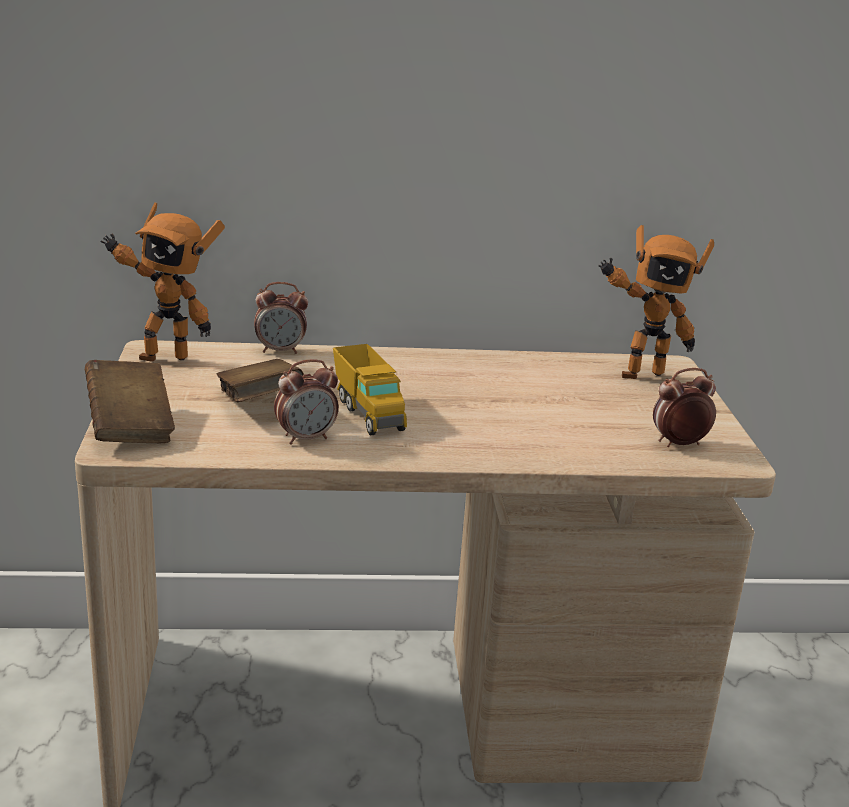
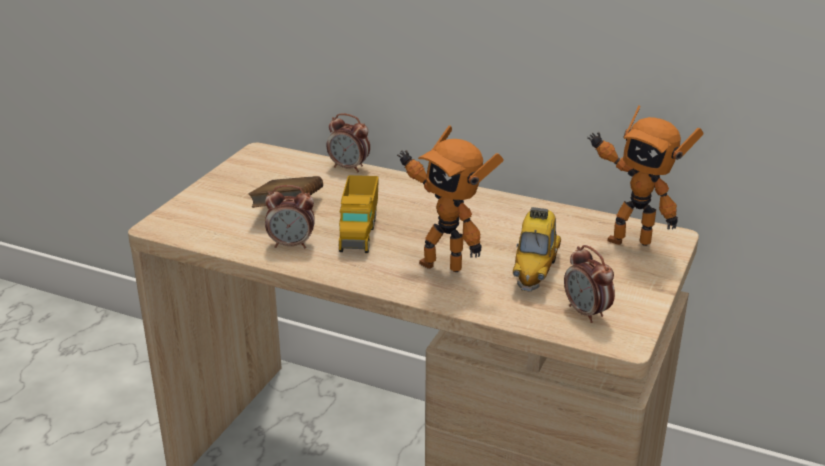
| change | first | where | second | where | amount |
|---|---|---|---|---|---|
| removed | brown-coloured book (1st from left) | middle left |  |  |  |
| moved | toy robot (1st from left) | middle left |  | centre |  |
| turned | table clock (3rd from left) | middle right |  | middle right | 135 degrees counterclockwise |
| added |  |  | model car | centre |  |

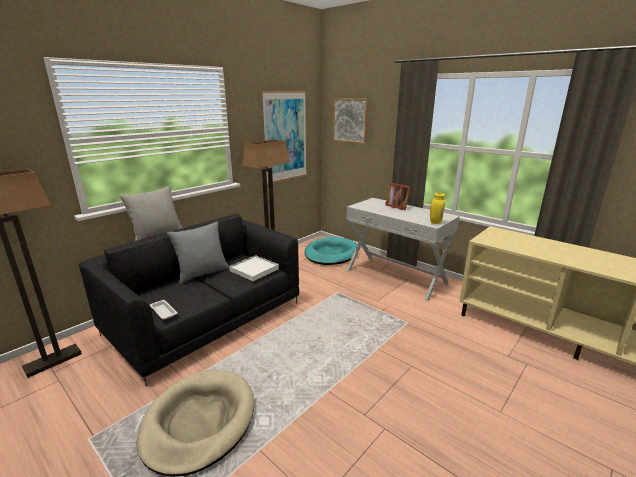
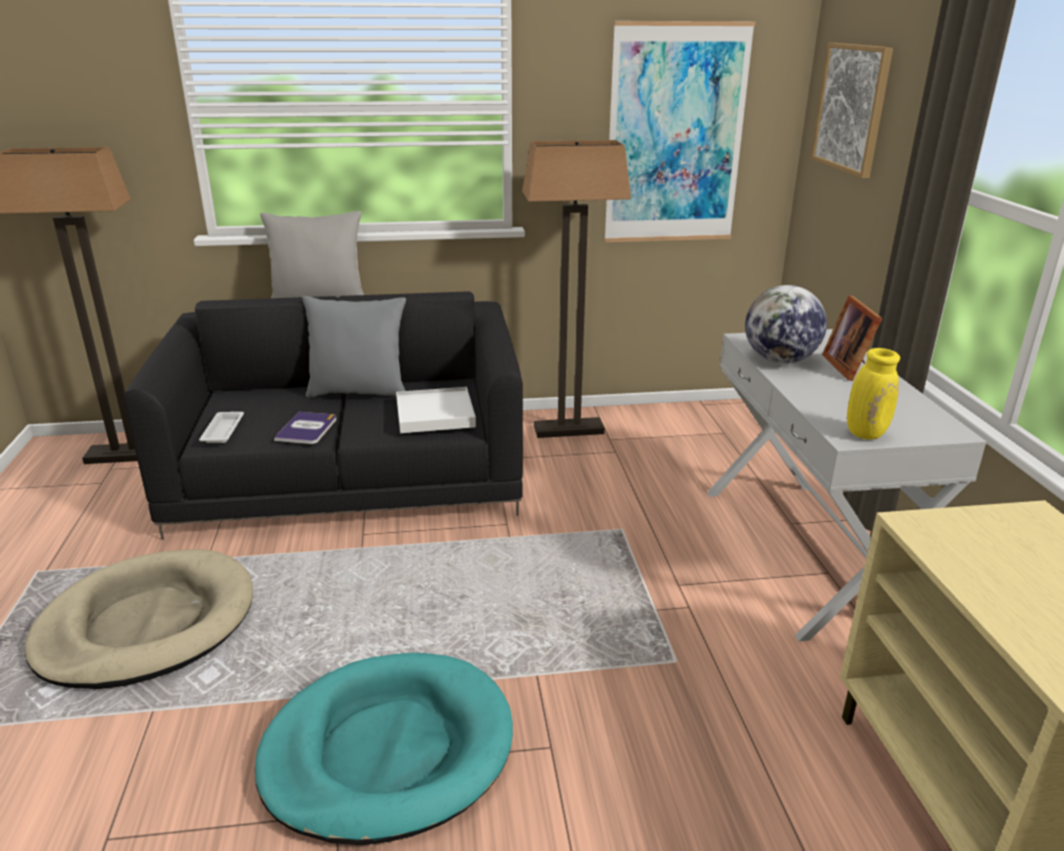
| change | first | where | second | where | amount |
|---|---|---|---|---|---|
| moved | turquoise-coloured pet bed | centre |  | bottom centre |  |
| added |  |  | book | middle left |  |
| added |  |  | desk globe | middle right |  |

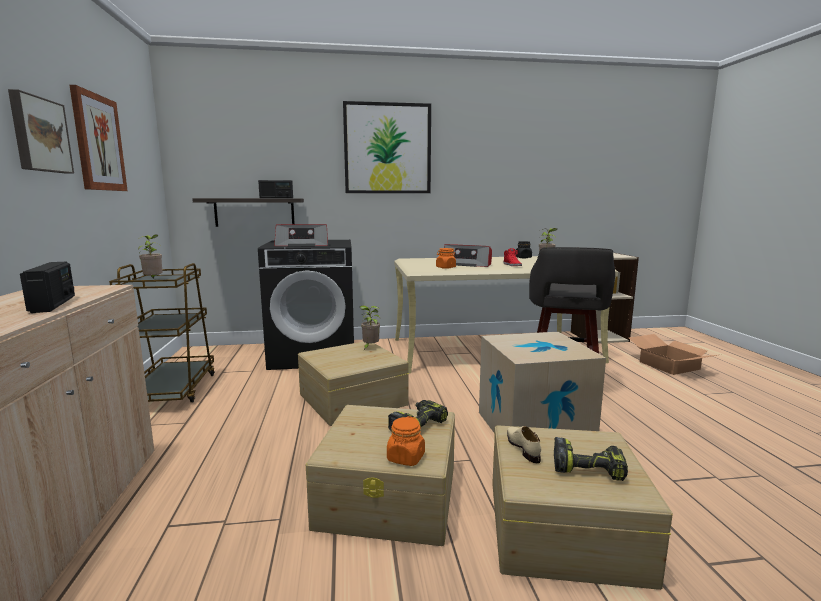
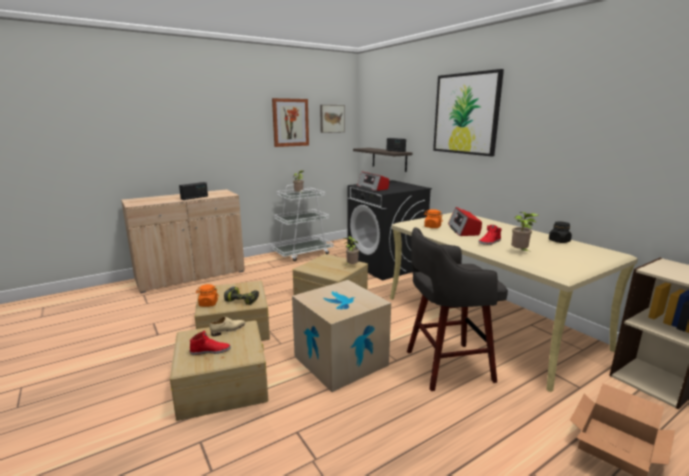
| change | first | where | second | where | amount |
|---|---|---|---|---|---|
| moved | wall picture (1st from left in the first image) | top left | wall picture (2nd from left) | top centre |  |
| recoloured | brown-coloured cart | middle left | whitish cart | centre |  |
| replaced | drill (2nd from left) | bottom right | reddish item of footwear (1st from left) | bottom left |  |

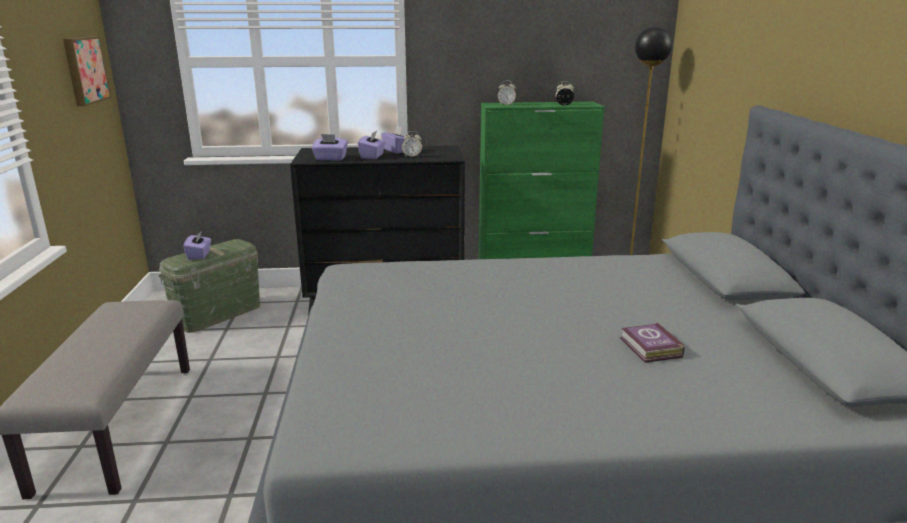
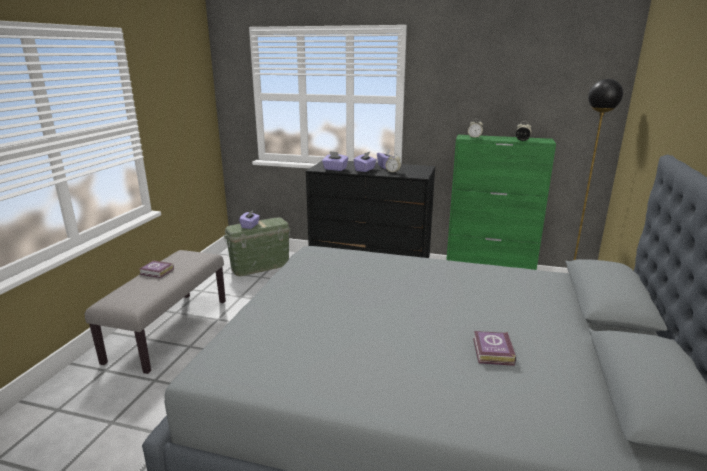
| change | first | where | second | where | amount |
|---|---|---|---|---|---|
| removed | wall picture | top left |  |  |  |
| added |  |  | book (1st from left) | middle left |  |

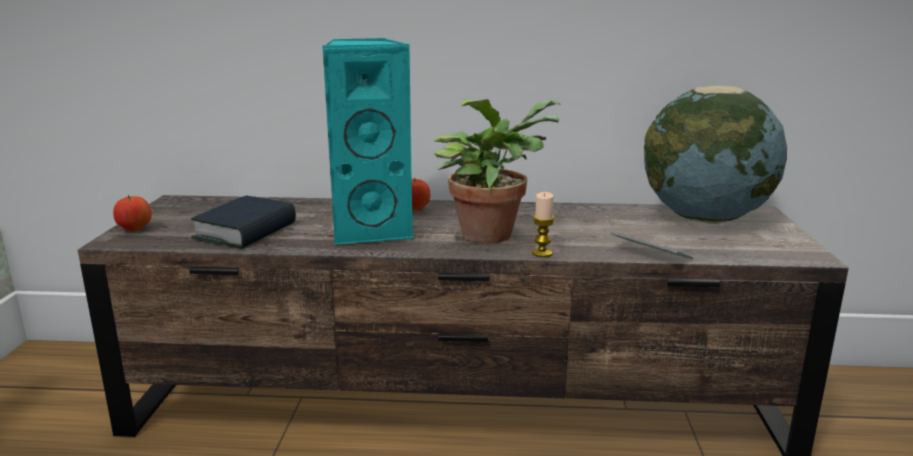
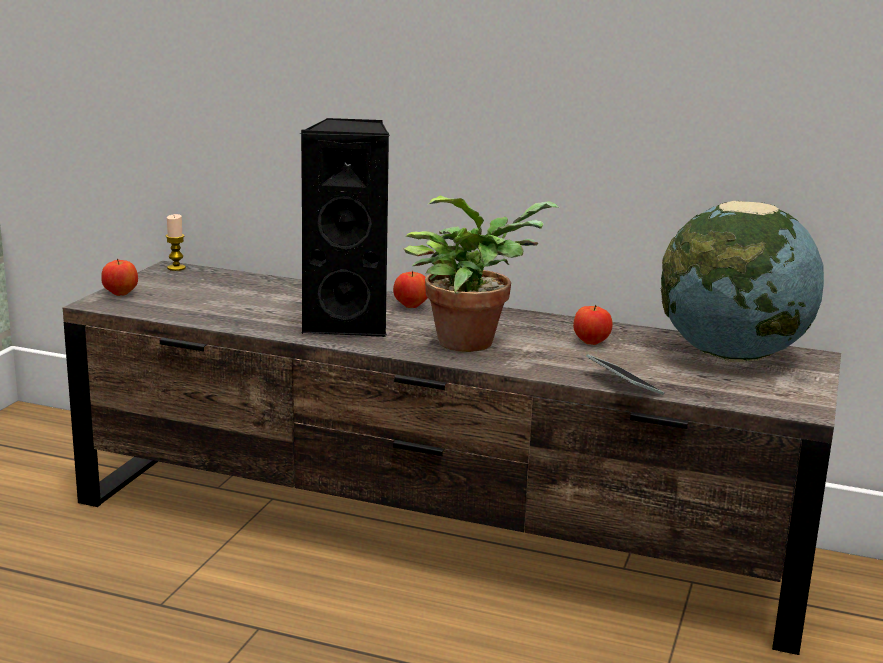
| change | first | where | second | where | amount |
|---|---|---|---|---|---|
| removed | book | middle left |  |  |  |
| recoloured | turquoise-coloured speaker | top centre | black speaker | centre |  |
| moved | wax light | centre |  | middle left |  |
| added |  |  | whole apple (3rd from left) | middle right |  |

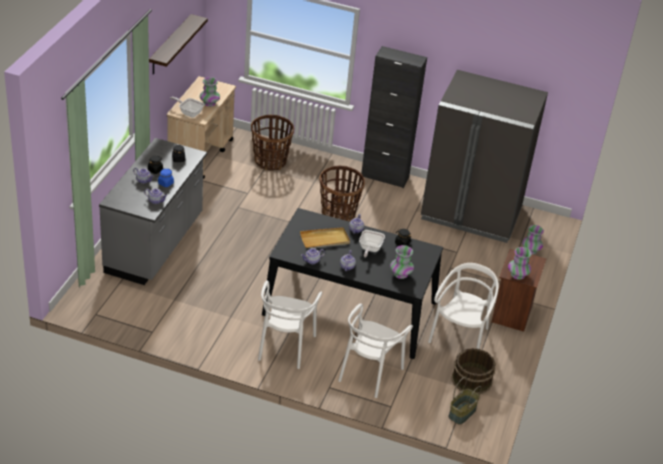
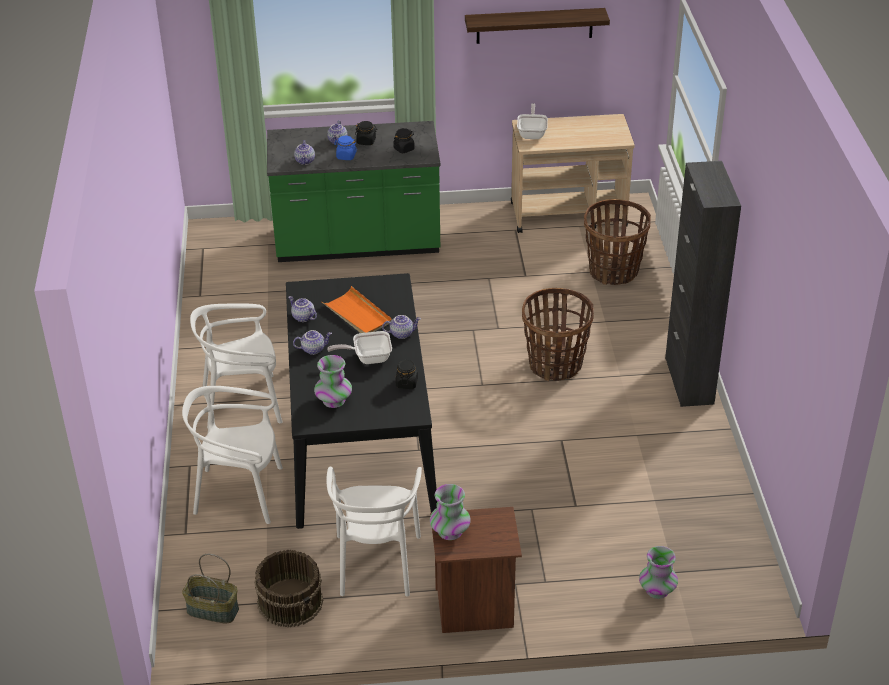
| change | first | where | second | where | amount |
|---|---|---|---|---|---|
| recoloured | grey kitchen counter | middle left | green kitchen counter | top centre |  |
| removed | flower vase (1st from left) | top left |  |  |  |
| recoloured | beige-coloured tray | centre | orangey tray | centre |  |
| removed | grey kitchen fridge | middle right |  |  |  |
| turned | whitish chair (3rd from left) | middle right |  | bottom centre | 90 degrees clockwise |

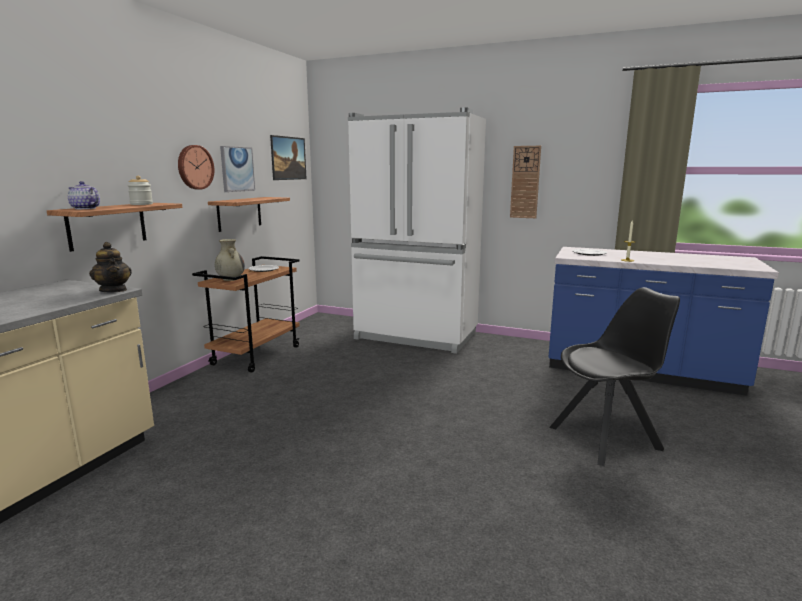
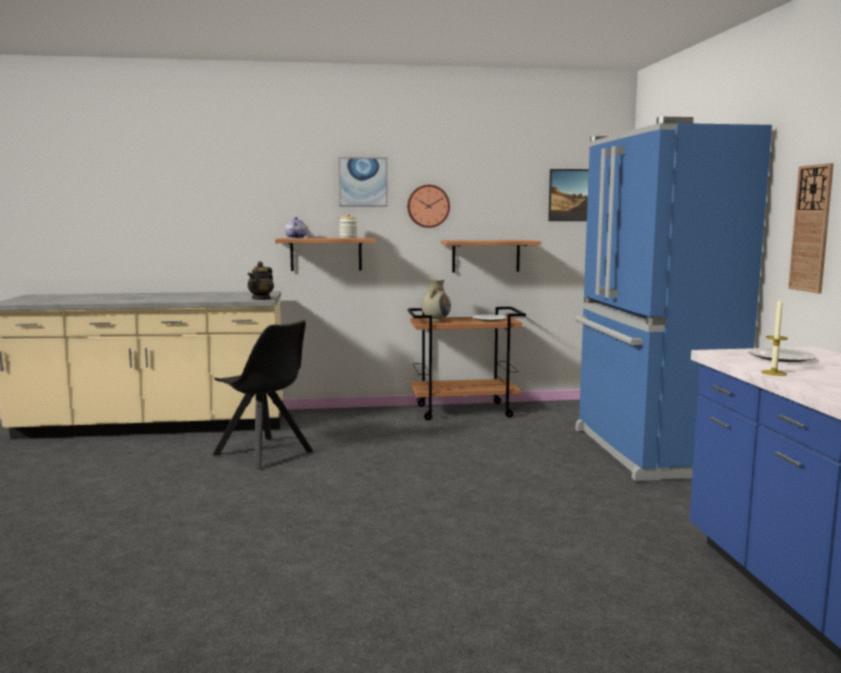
| change | first | where | second | where | amount |
|---|---|---|---|---|---|
| moved | wall picture (1st from left) | top left |  | top centre |  |
| recoloured | whitish kitchen fridge | centre | blue kitchen fridge | middle right |  |
| moved | black chair | middle right |  | middle left |  |

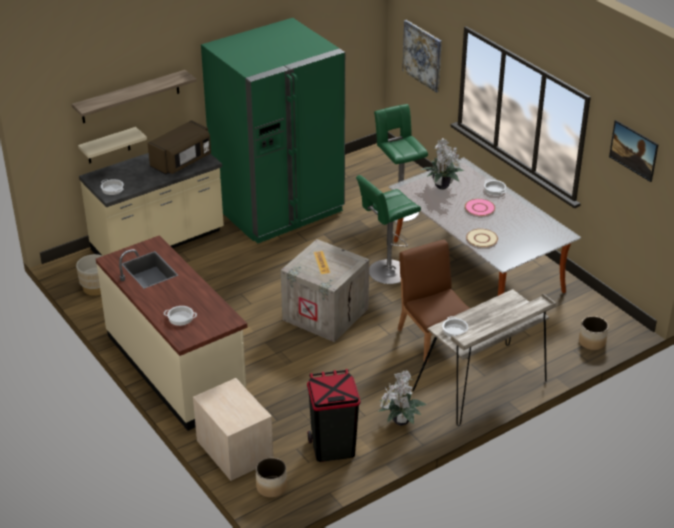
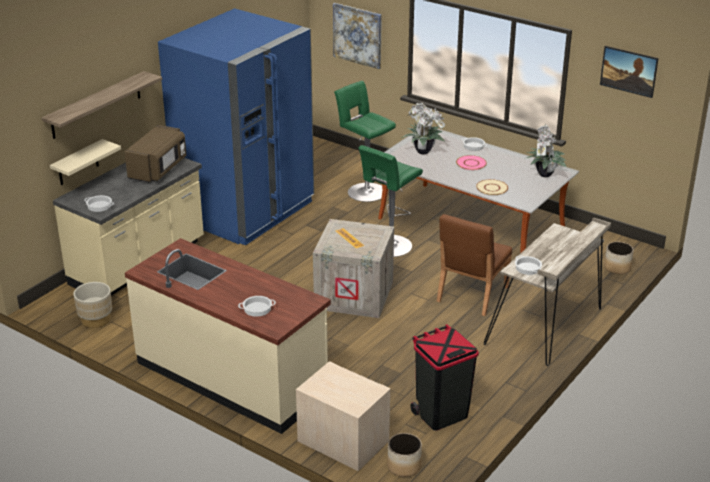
| change | first | where | second | where | amount |
|---|---|---|---|---|---|
| recoloured | green kitchen fridge | top centre | blue kitchen fridge | top left |  |
| moved | potted plant (1st from left in the first image) | bottom centre | potted plant (2nd from left) | top right |  |
| turned | brown-coloured chair | centre |  | middle right | 105 degrees counterclockwise |

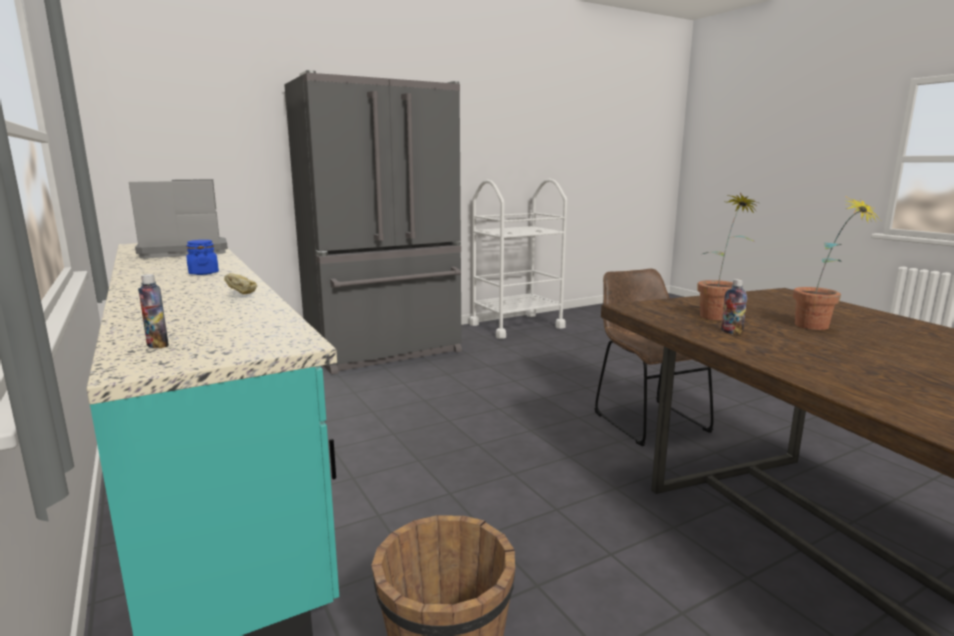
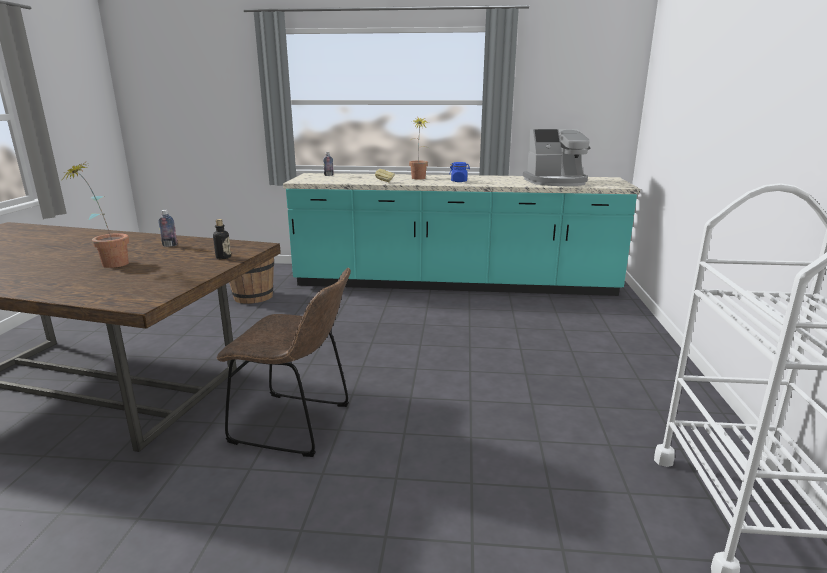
| change | first | where | second | where | amount |
|---|---|---|---|---|---|
| turned | coffee machine | middle left |  | top right | 75 degrees clockwise |
| removed | grey kitchen fridge | centre |  |  |  |
| moved | potted plant (1st from left in the first image) | middle right | potted plant (2nd from left) | top centre |  |
| added |  |  | beverage bottle (2nd from left) | middle left |  |

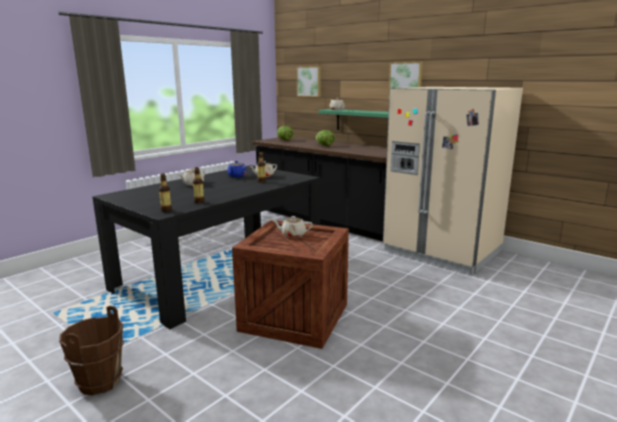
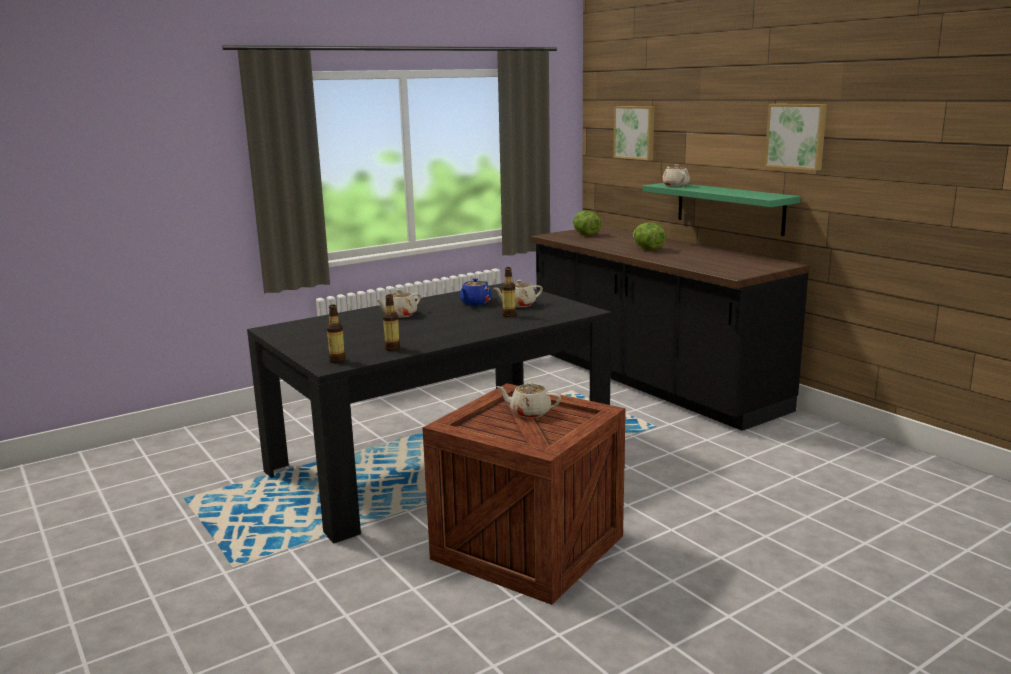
| change | first | where | second | where | amount |
|---|---|---|---|---|---|
| removed | brown-coloured bucket | bottom left |  |  |  |
| removed | beige-coloured kitchen fridge | middle right |  |  |  |

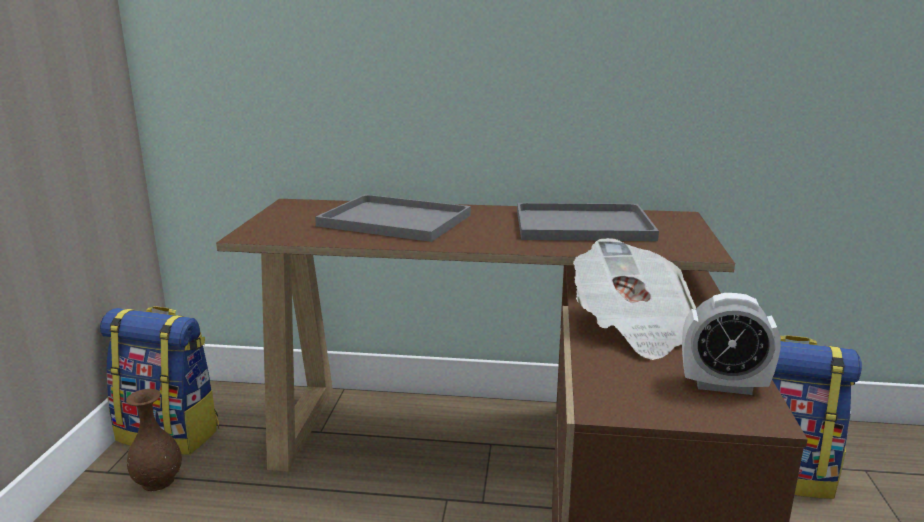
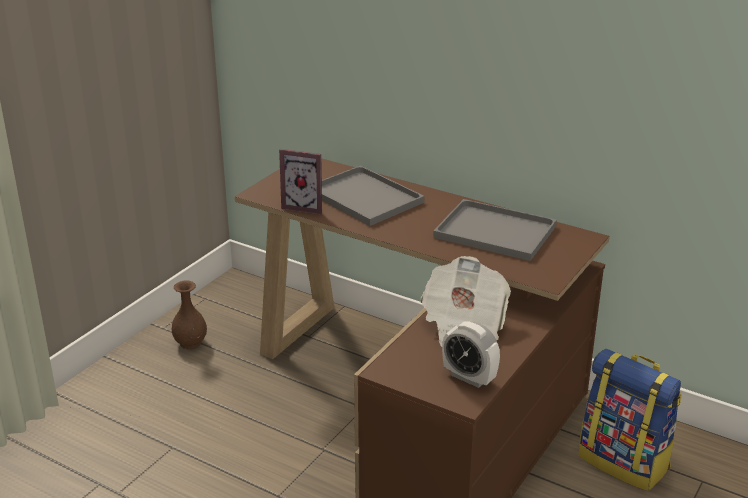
| change | first | where | second | where | amount |
|---|---|---|---|---|---|
| removed | rucksack (1st from left) | bottom left |  |  |  |
| added |  |  | picture frame | centre |  |

